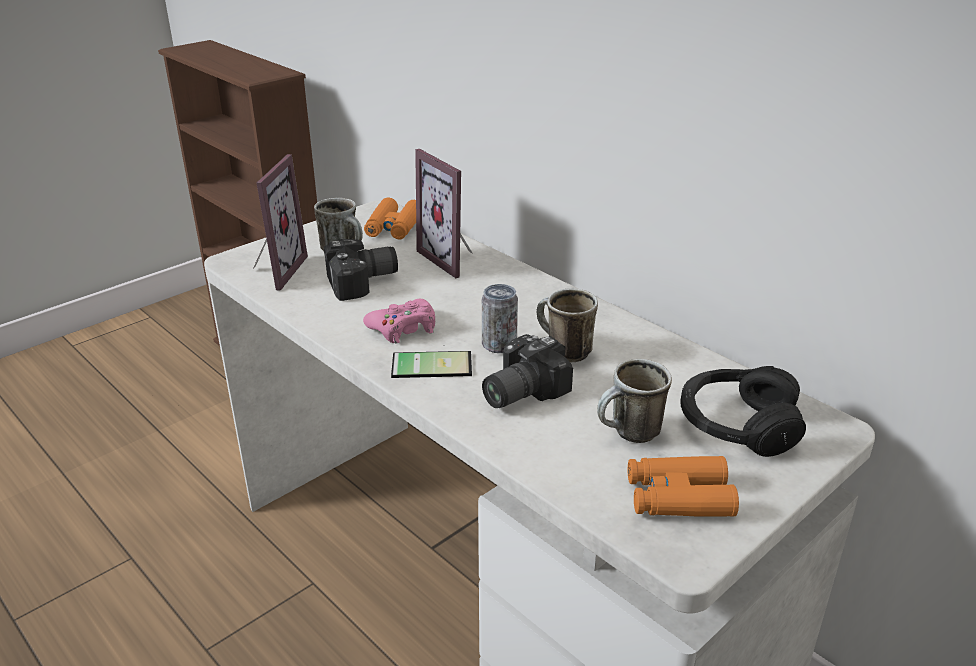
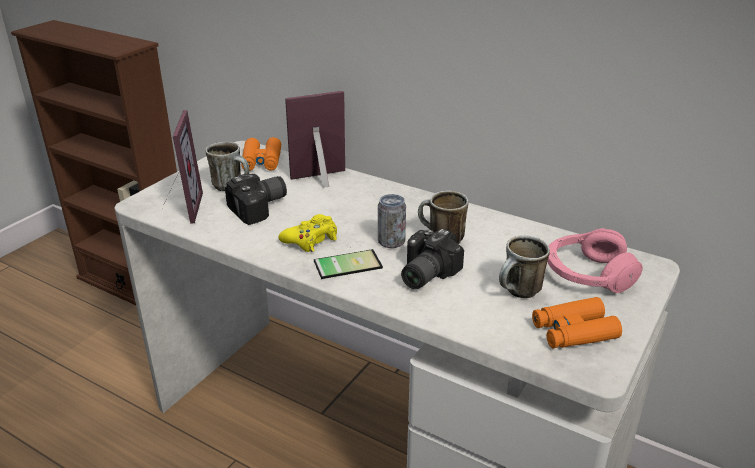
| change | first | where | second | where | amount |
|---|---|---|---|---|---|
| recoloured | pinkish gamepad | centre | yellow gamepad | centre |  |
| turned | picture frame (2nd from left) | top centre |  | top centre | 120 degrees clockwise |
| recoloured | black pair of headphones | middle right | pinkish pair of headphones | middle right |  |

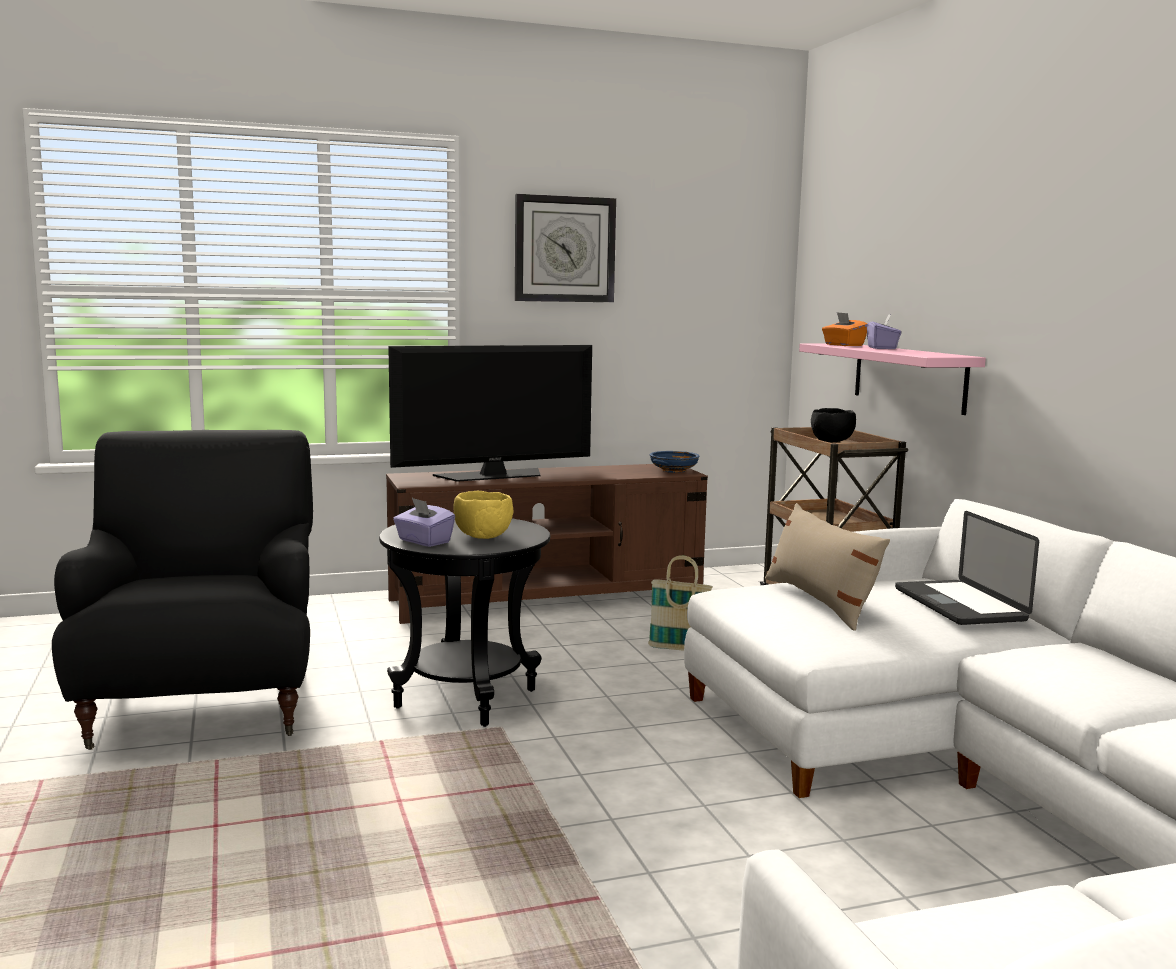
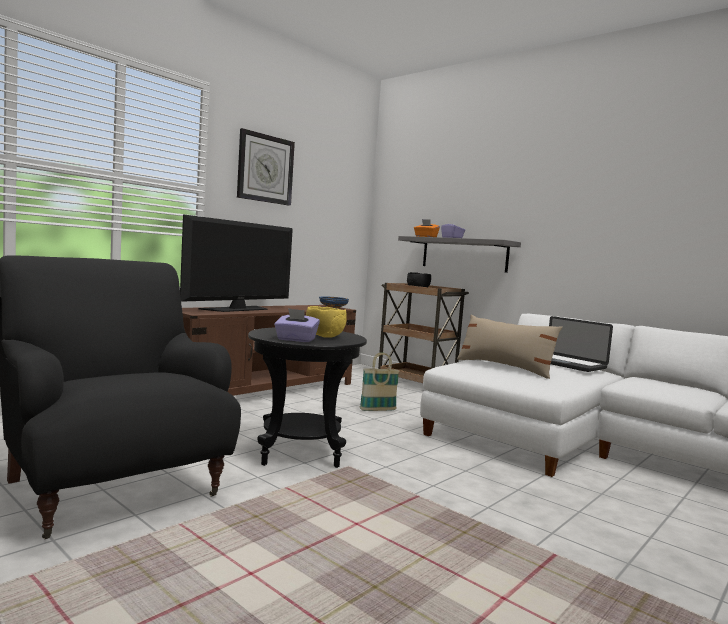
| change | first | where | second | where | amount |
|---|---|---|---|---|---|
| recoloured | pinkish bracket shelf | middle right | grey bracket shelf | centre |  |

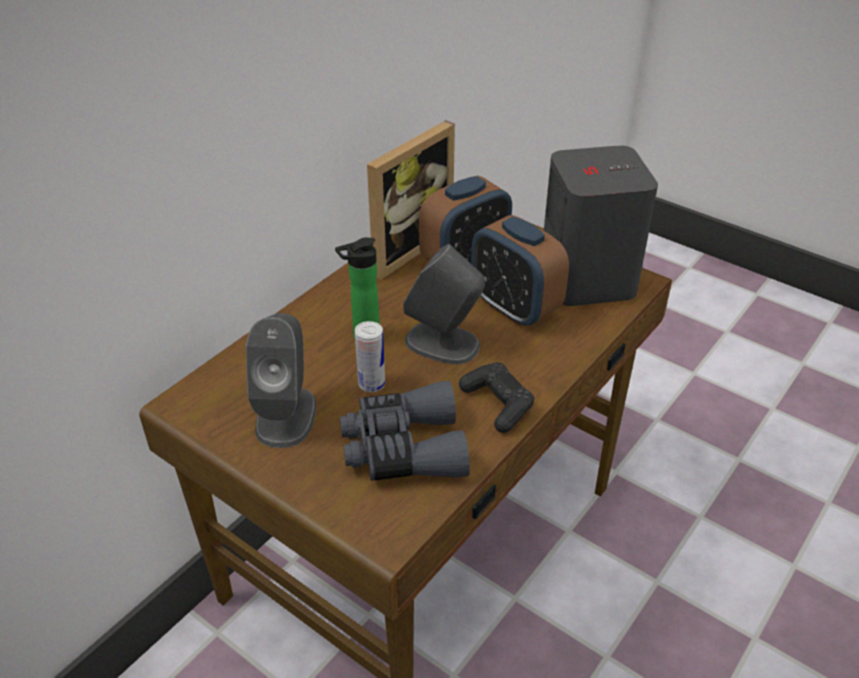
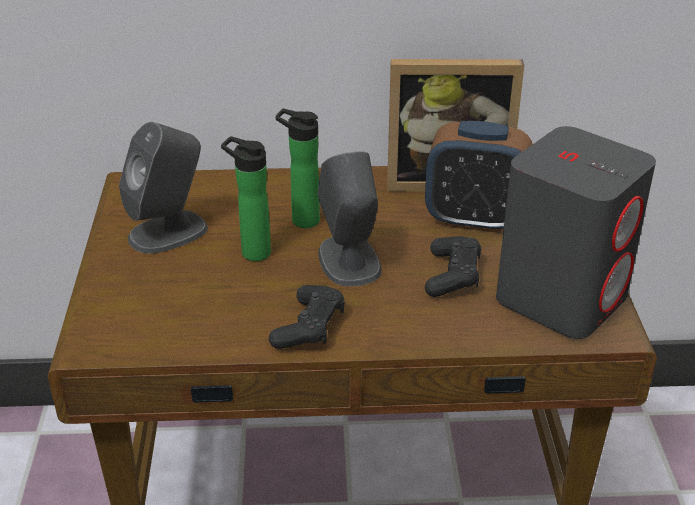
| change | first | where | second | where | amount |
|---|---|---|---|---|---|
| removed | grey binoculars | centre |  |  |  |
| replaced | metal can | centre | beverage bottle (1st from left) | centre |  |
| replaced | table clock (2nd from left) | centre | black gamepad (2nd from left) | centre |  |

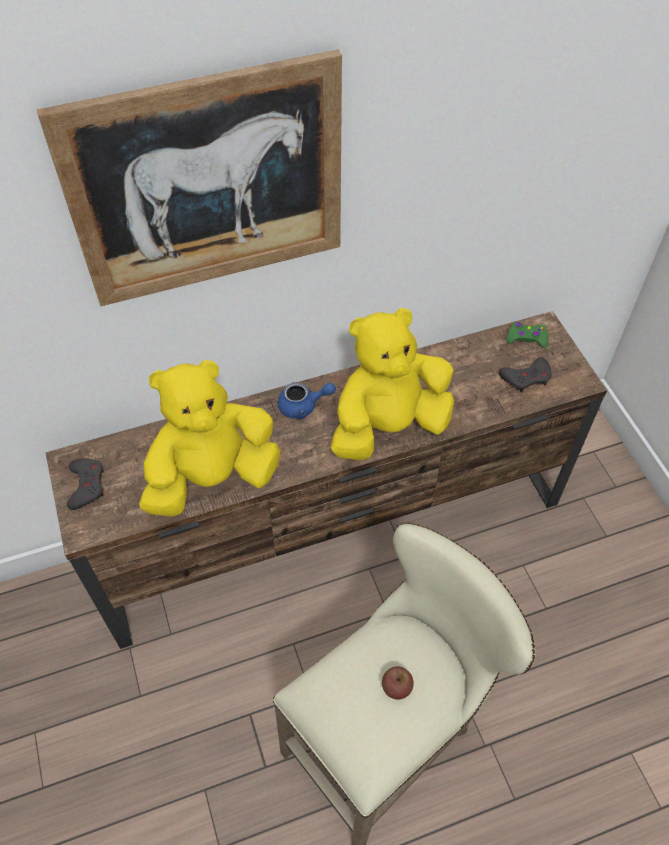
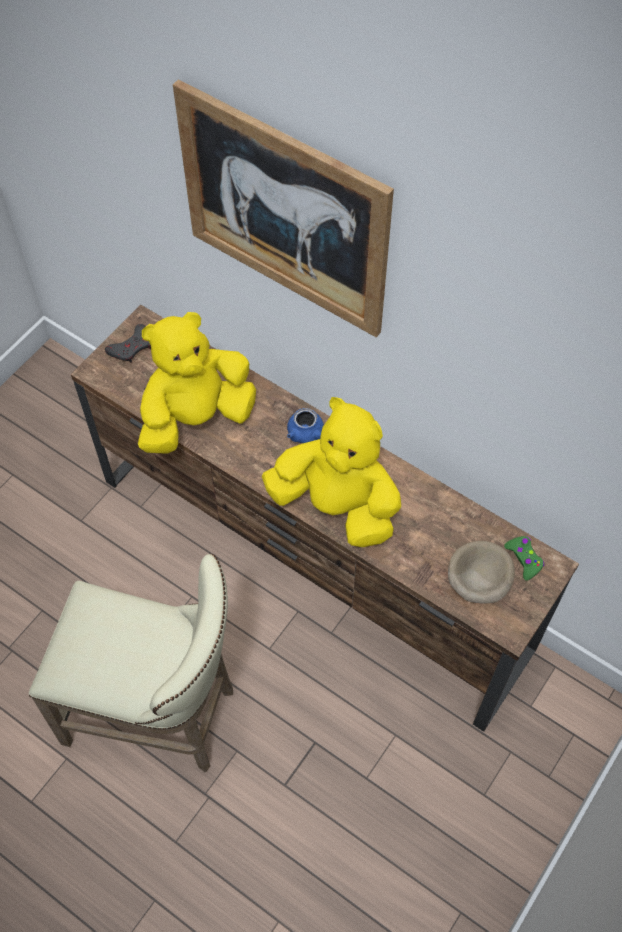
| change | first | where | second | where | amount |
|---|---|---|---|---|---|
| turned | yellow plush toy (1st from left) | middle left |  | middle left | 60 degrees counterclockwise |
| removed | whole apple | bottom centre |  |  |  |
| replaced | grey gamepad (2nd from left) | middle right | beige-coloured bowl | middle right |  |

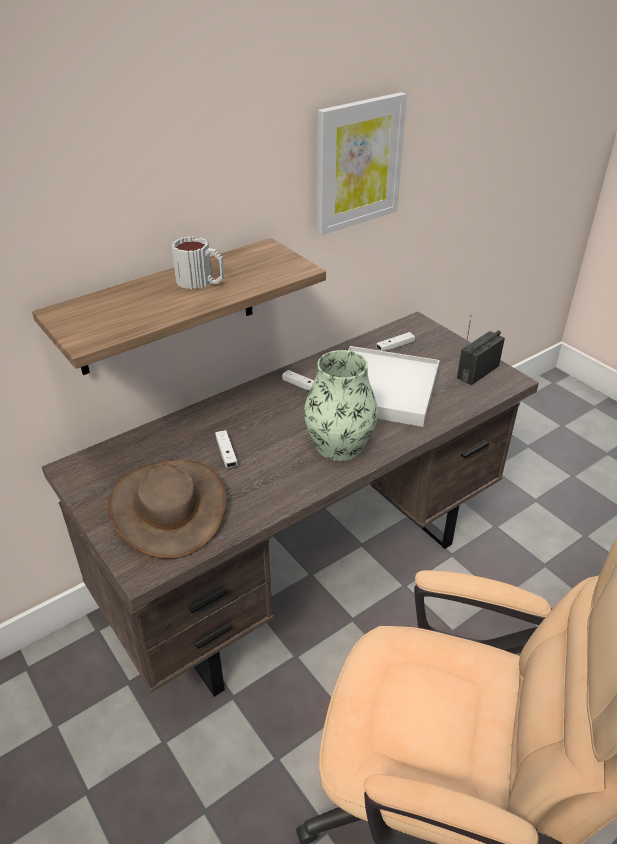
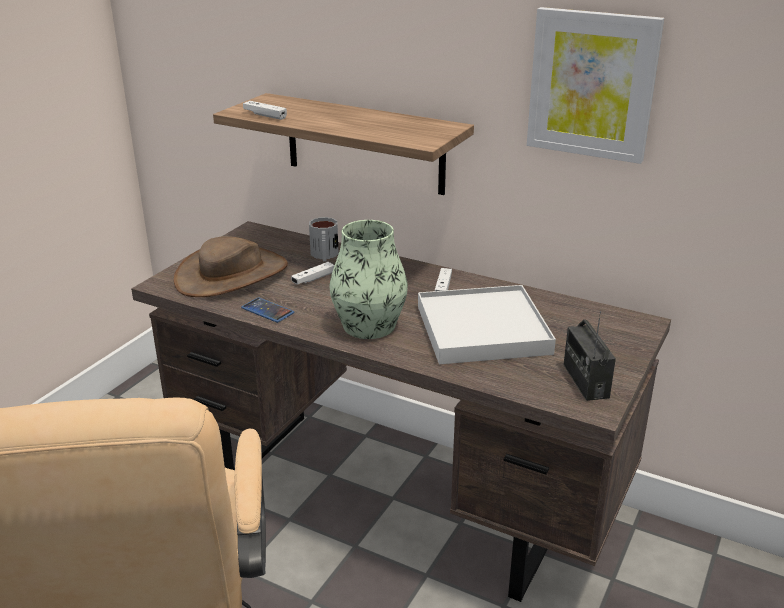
| change | first | where | second | where | amount |
|---|---|---|---|---|---|
| moved | coffee mug | top left |  | centre |  |
| moved | whitish gamepad (3rd from left in the first image) | centre | whitish gamepad (1st from left) | top centre |  |
| turned | radio receiver | middle right |  | middle right | 120 degrees counterclockwise |
| added |  |  | handset | centre |  |

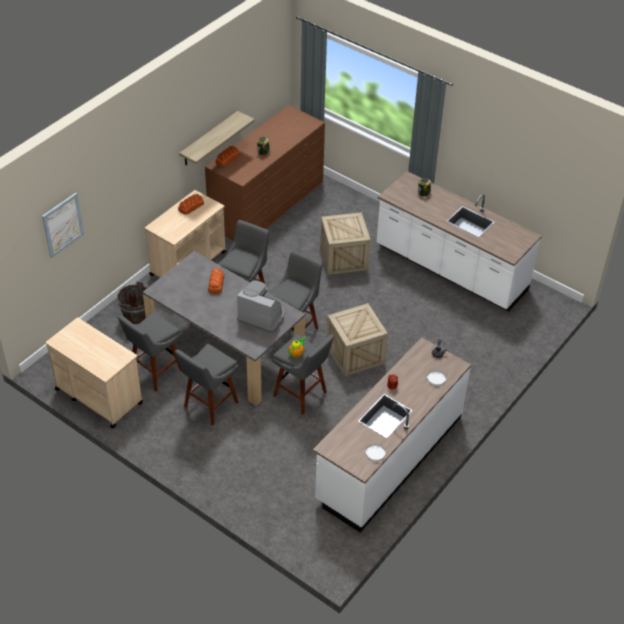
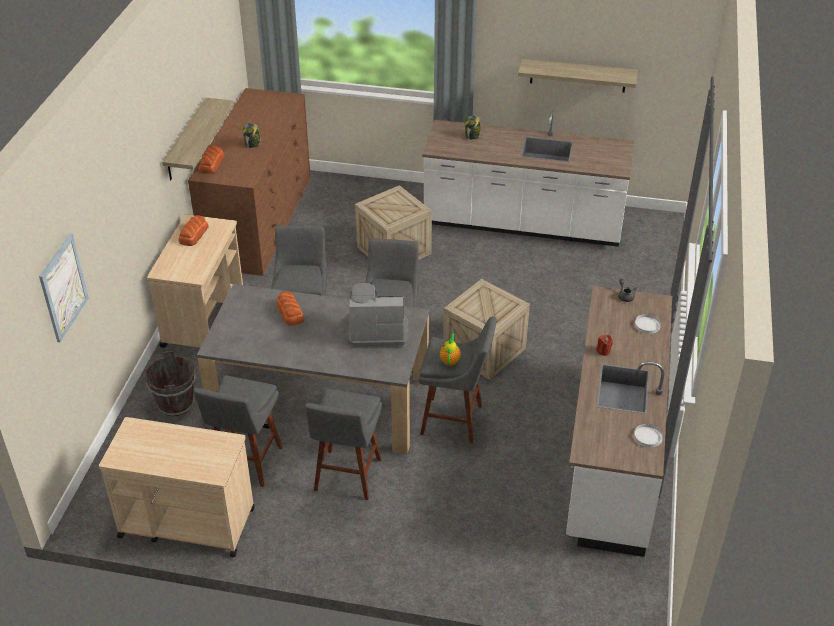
| change | first | where | second | where | amount |
|---|---|---|---|---|---|
| added |  |  | bracket shelf (2nd from left) | top right |  |

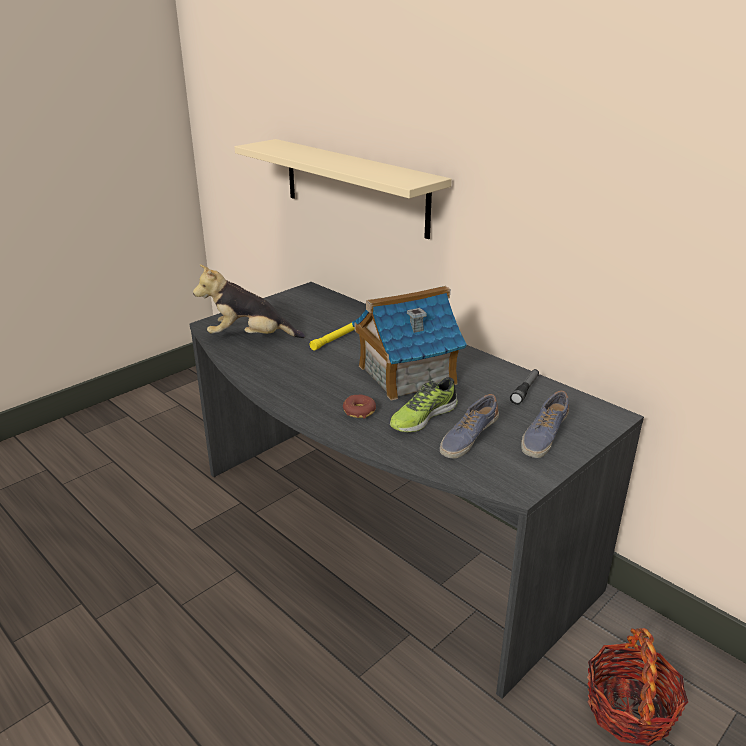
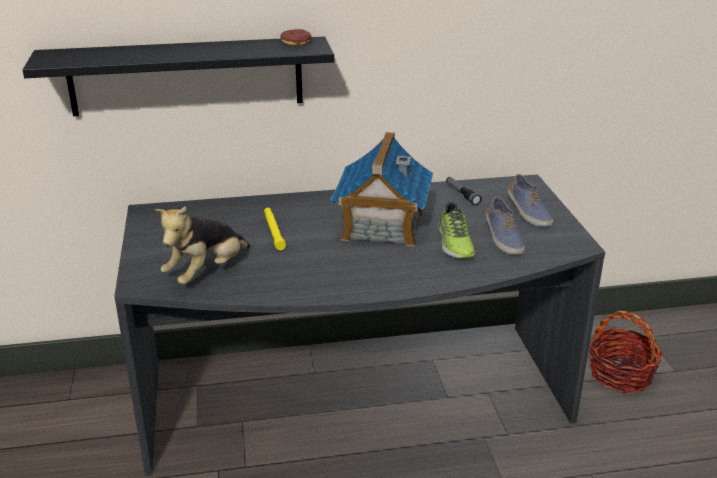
| change | first | where | second | where | amount |
|---|---|---|---|---|---|
| recoloured | beige-coloured bracket shelf | top centre | black bracket shelf | top left |  |
| moved | ring doughnut | centre |  | top centre |  |

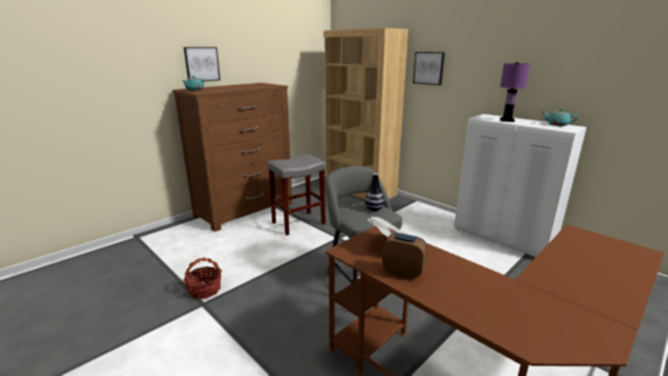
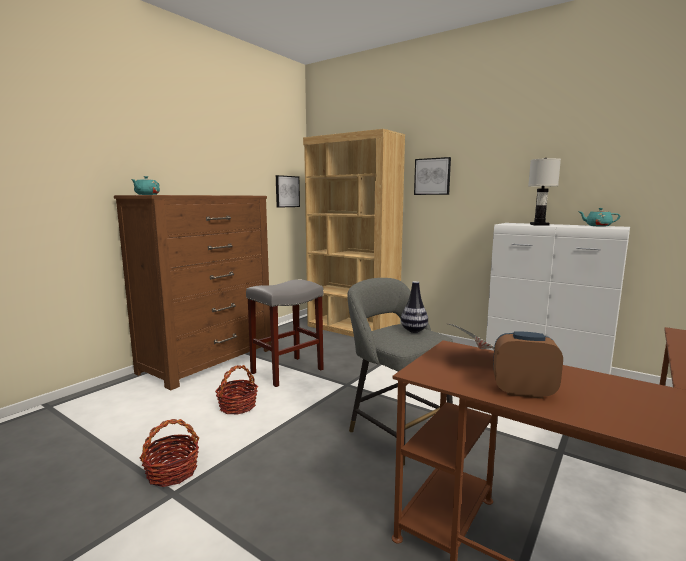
| change | first | where | second | where | amount |
|---|---|---|---|---|---|
| moved | wall picture (1st from left) | top left |  | centre |  |
| recoloured | purple-coloured tabletop lamp | top right | whitish tabletop lamp | middle right |  |
| added |  |  | storage basket (2nd from left) | bottom centre |  |

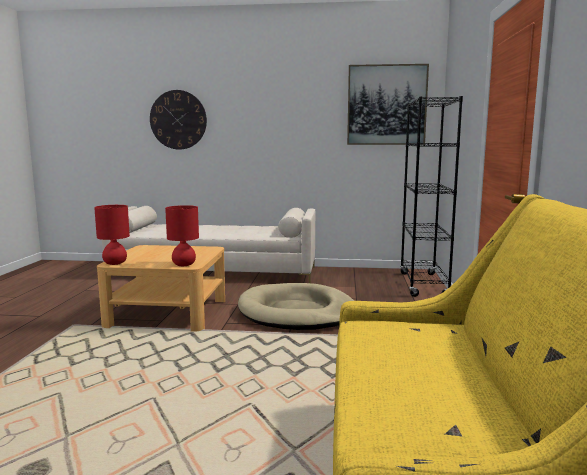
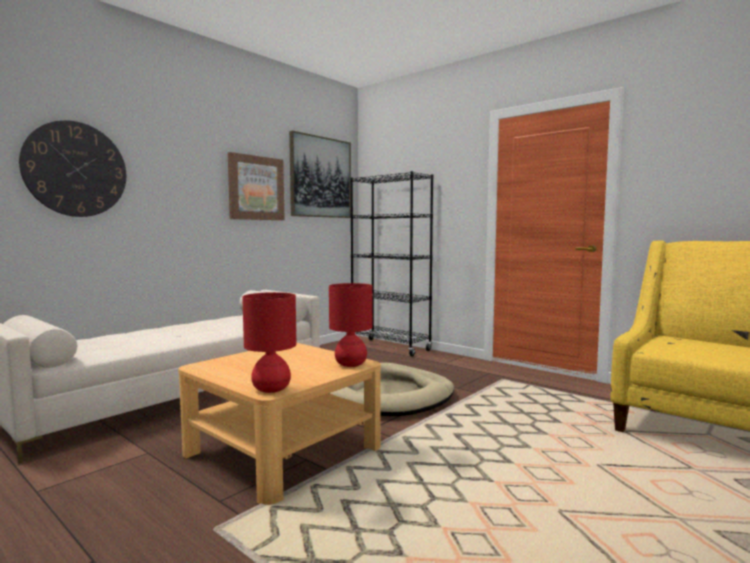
| change | first | where | second | where | amount |
|---|---|---|---|---|---|
| added |  |  | wall picture (1st from left) | top centre |  |

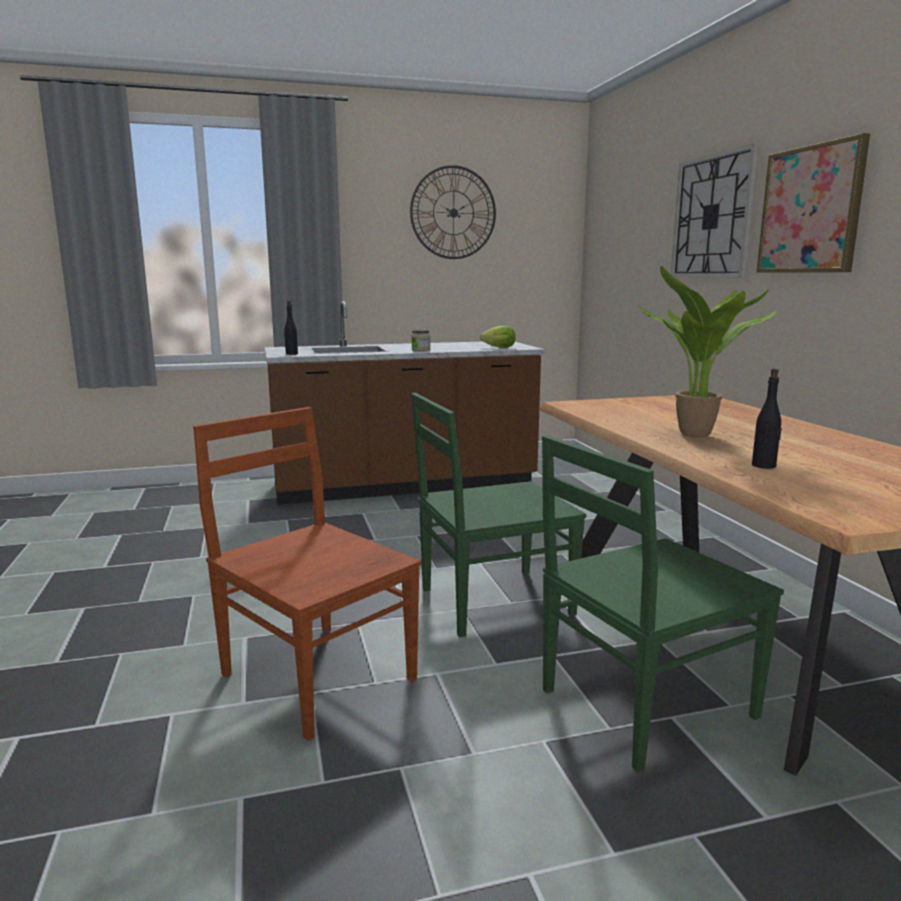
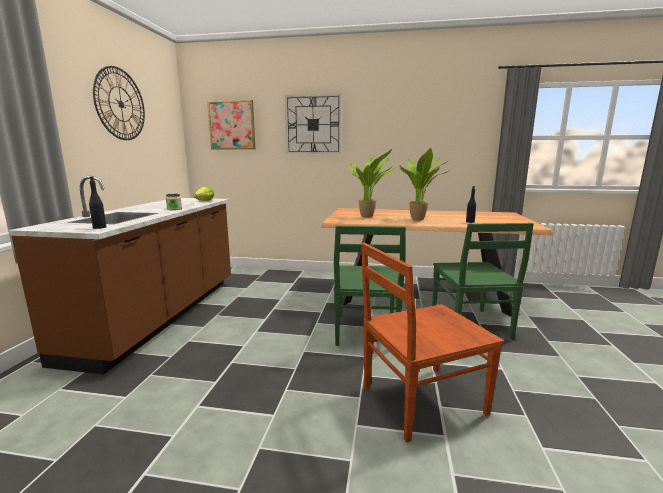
| change | first | where | second | where | amount |
|---|---|---|---|---|---|
| moved | wall picture | top right |  | top centre |  |
| added |  |  | potted plant (1st from left) | centre |  |

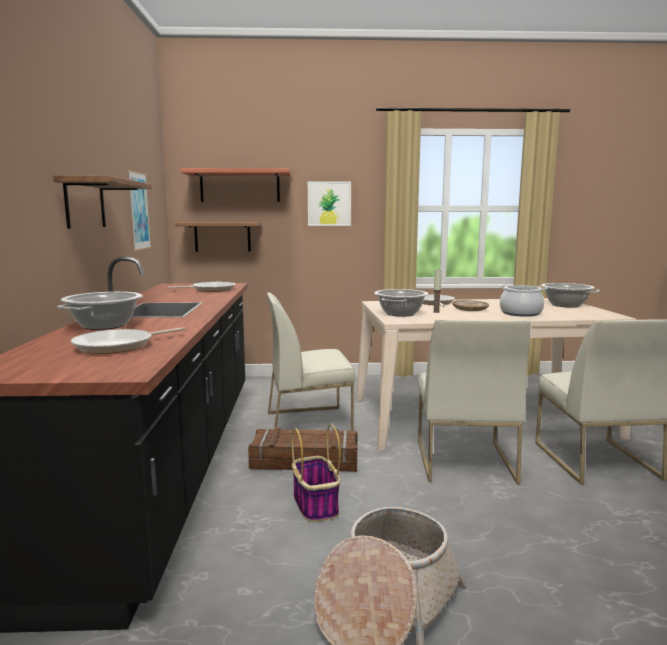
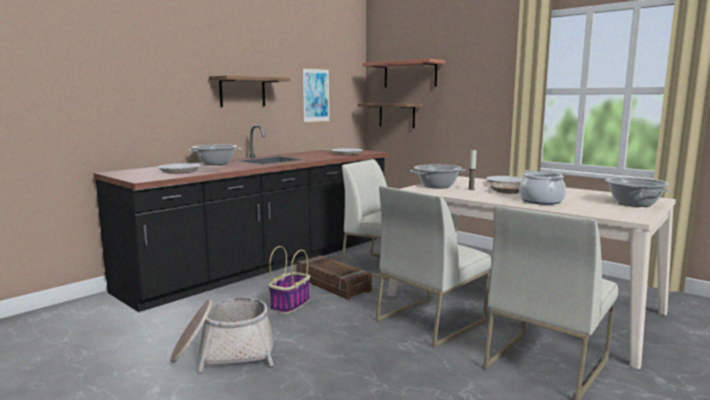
| change | first | where | second | where | amount |
|---|---|---|---|---|---|
| removed | wall picture (2nd from left) | top centre |  |  |  |

